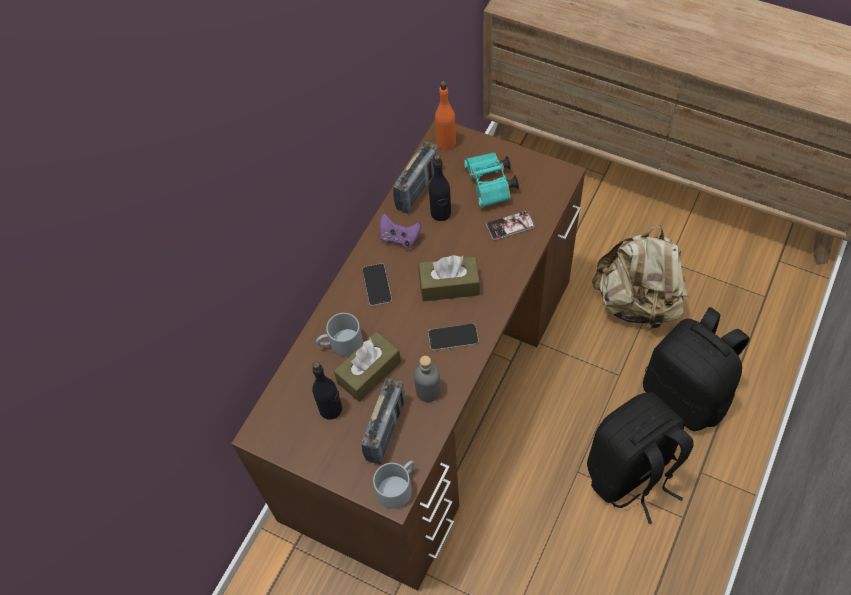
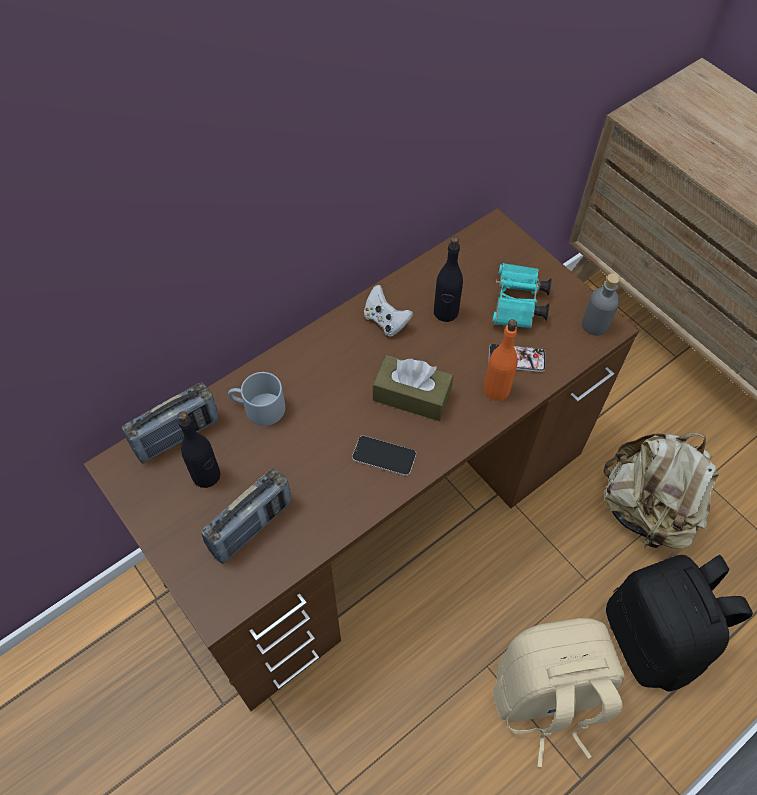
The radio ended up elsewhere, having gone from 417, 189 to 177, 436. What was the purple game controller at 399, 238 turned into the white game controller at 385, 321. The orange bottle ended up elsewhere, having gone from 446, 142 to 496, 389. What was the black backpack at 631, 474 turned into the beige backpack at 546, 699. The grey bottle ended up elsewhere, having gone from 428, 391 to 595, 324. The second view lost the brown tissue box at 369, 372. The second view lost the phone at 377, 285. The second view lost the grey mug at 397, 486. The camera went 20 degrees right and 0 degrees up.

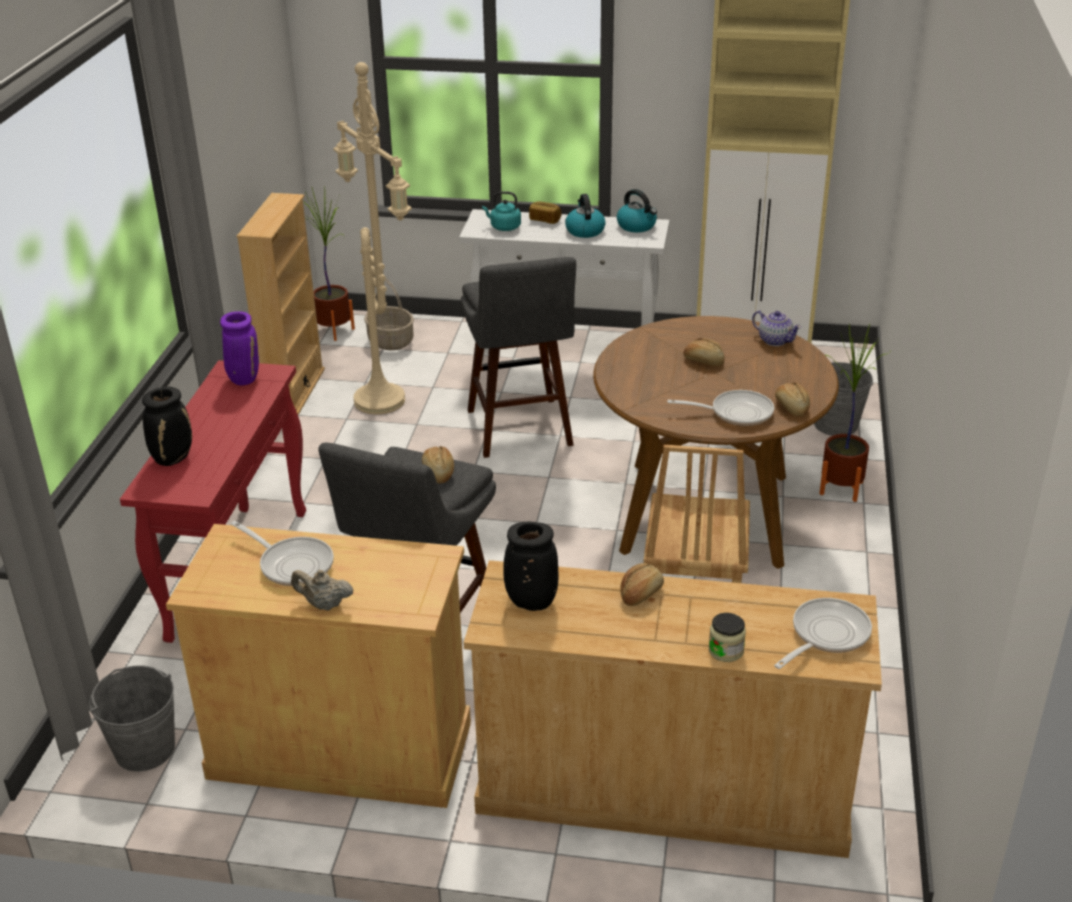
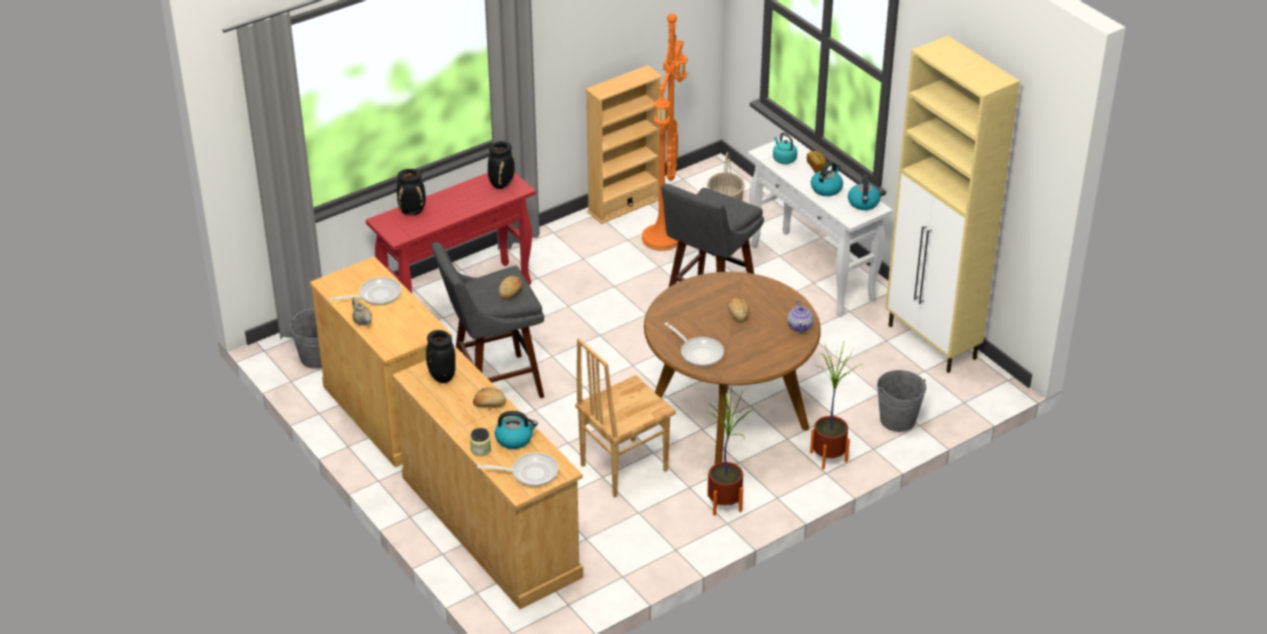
The frying pan at 292, 564 ended up facing another way, 105 degrees counterclockwise from before. What was the purple vase at 243, 378 turned into the black vase at 501, 184. The second view gained the kettle at 514, 439. What was the beige floor lamp at 383, 400 turned into the orange floor lamp at 663, 240. The potted plant ended up elsewhere, having gone from 334, 330 to 725, 503. The second view lost the bread at 791, 407. The camera went 45 degrees right and 5 degrees up.

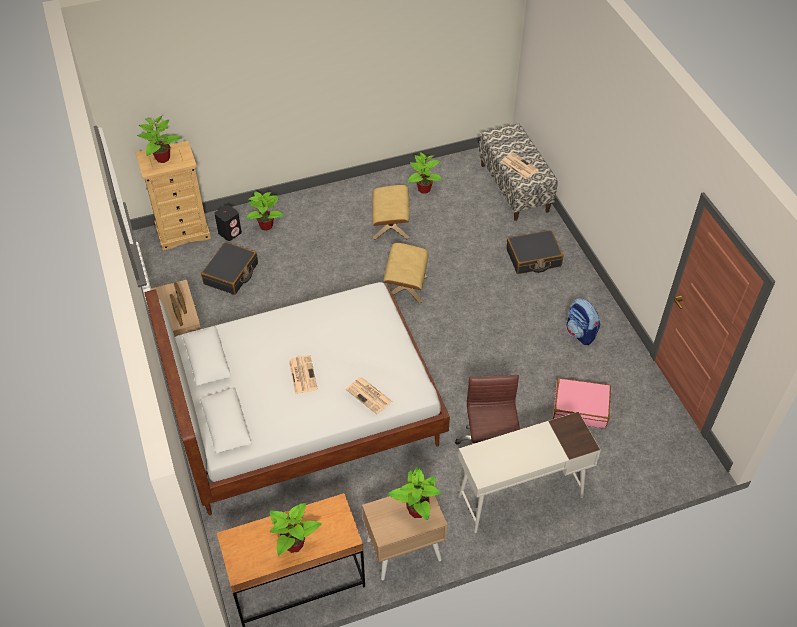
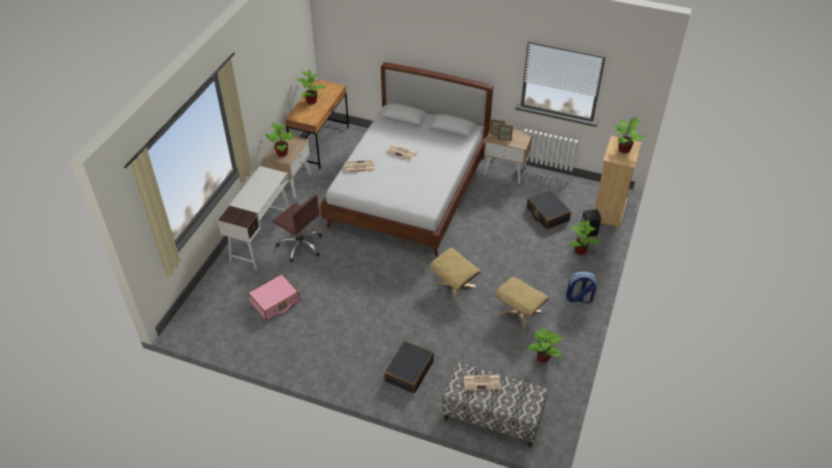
The backpack ended up elsewhere, having gone from 580, 333 to 579, 298. The camera went 130 degrees right and 5 degrees down.

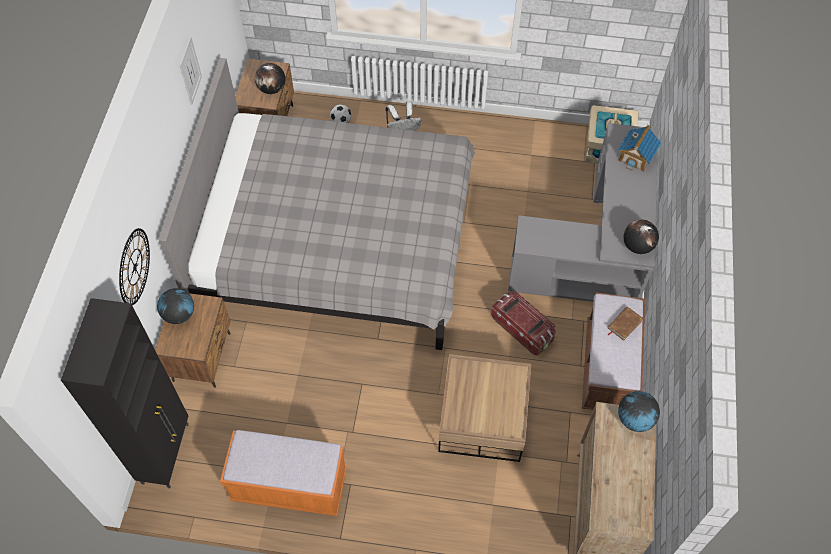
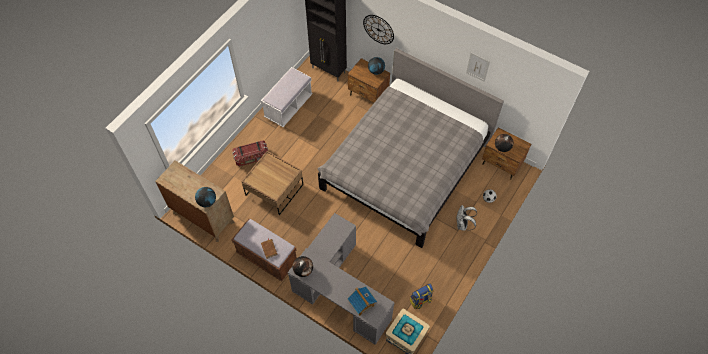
The storage box ended up elsewhere, having gone from 522, 329 to 252, 158. What was the orange bench at 289, 485 turned into the white bench at 288, 107. The second view gained the backpack at 420, 301. The camera went 115 degrees right and 0 degrees up.

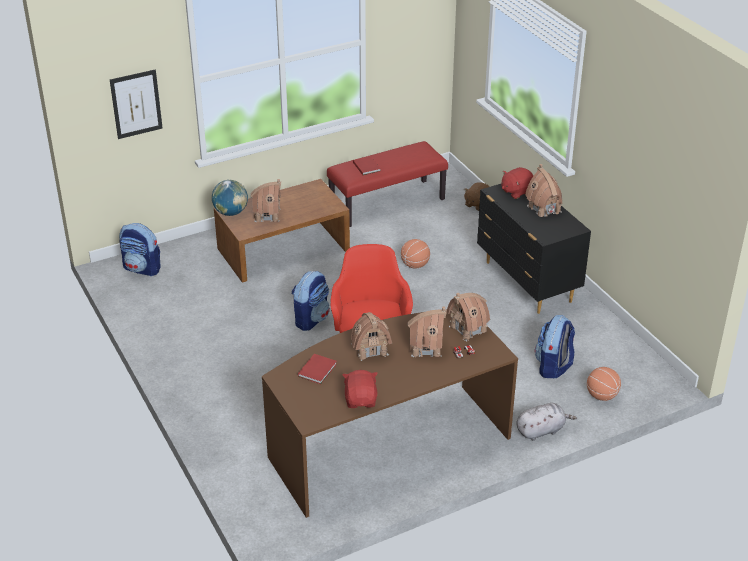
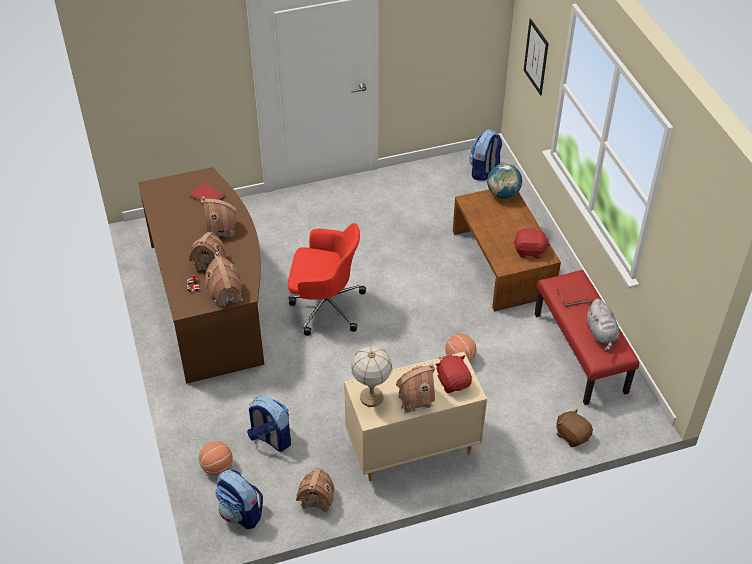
The backpack ended up elsewhere, having gone from 311, 319 to 241, 513. The toy house ended up elsewhere, having gone from 267, 215 to 317, 499. What was the black dresser at 527, 283 turned into the beige dresser at 411, 449. The second view gained the table lamp at 371, 398. The red plush toy ended up elsewhere, having gone from 361, 400 to 530, 251. The grey plush toy ended up elsewhere, having gone from 541, 430 to 601, 334. The camera went 100 degrees right and 10 degrees up.

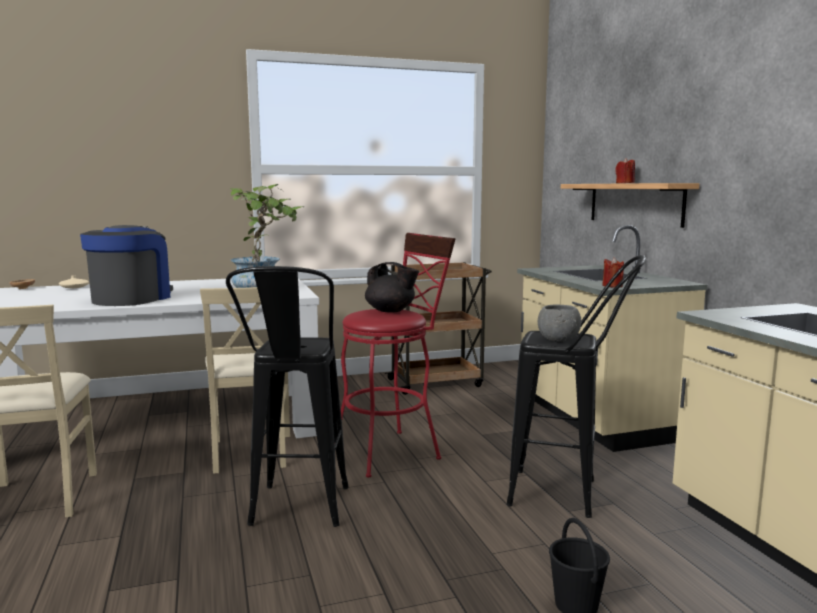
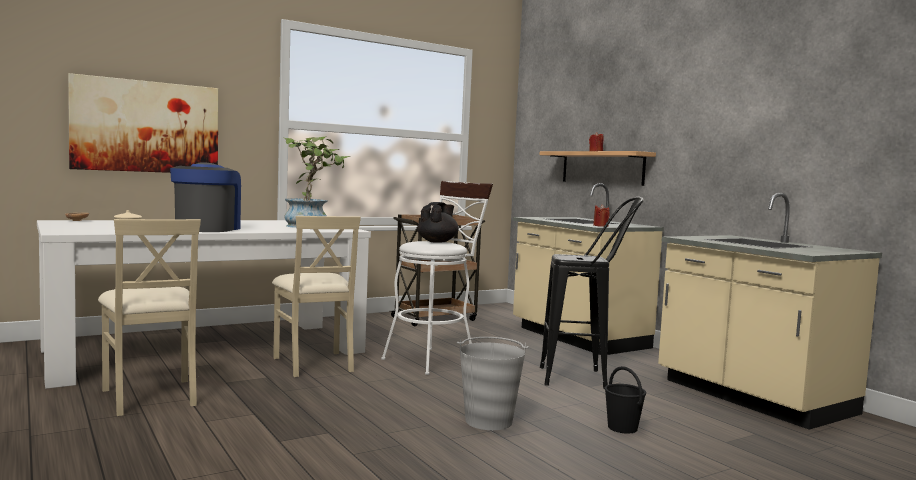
The second view gained the picture at 146, 126. What was the red stool at 393, 450 turned into the white stool at 434, 359. The black teapot at 391, 311 ended up facing another way, 75 degrees counterclockwise from before. The second view gained the grey bucket at 489, 421. The second view lost the black stool at 297, 515. The second view lost the grey bowl at 558, 340. The camera went 15 degrees left and 5 degrees down.

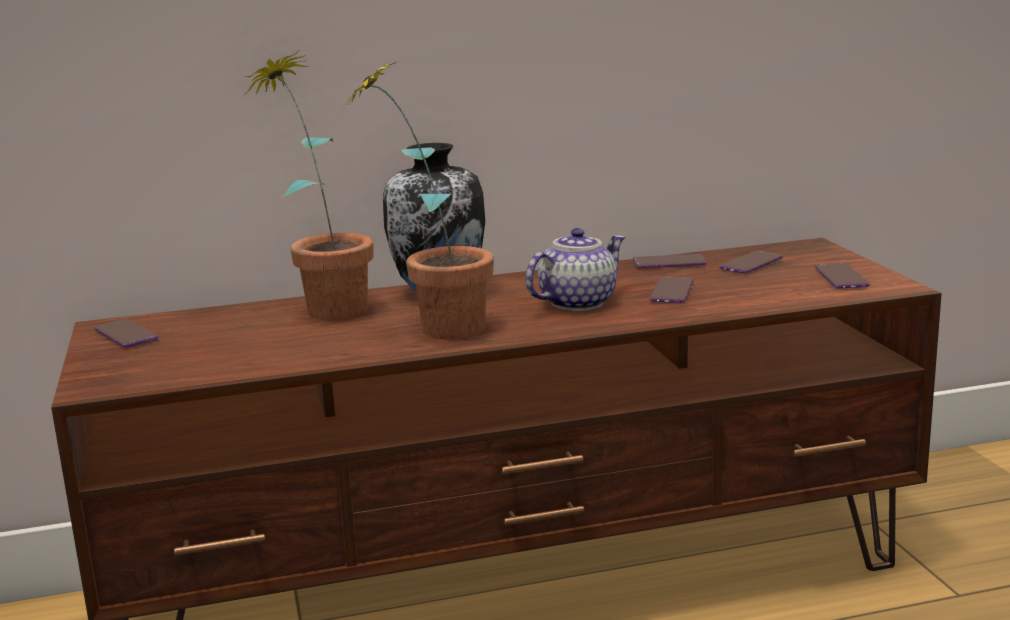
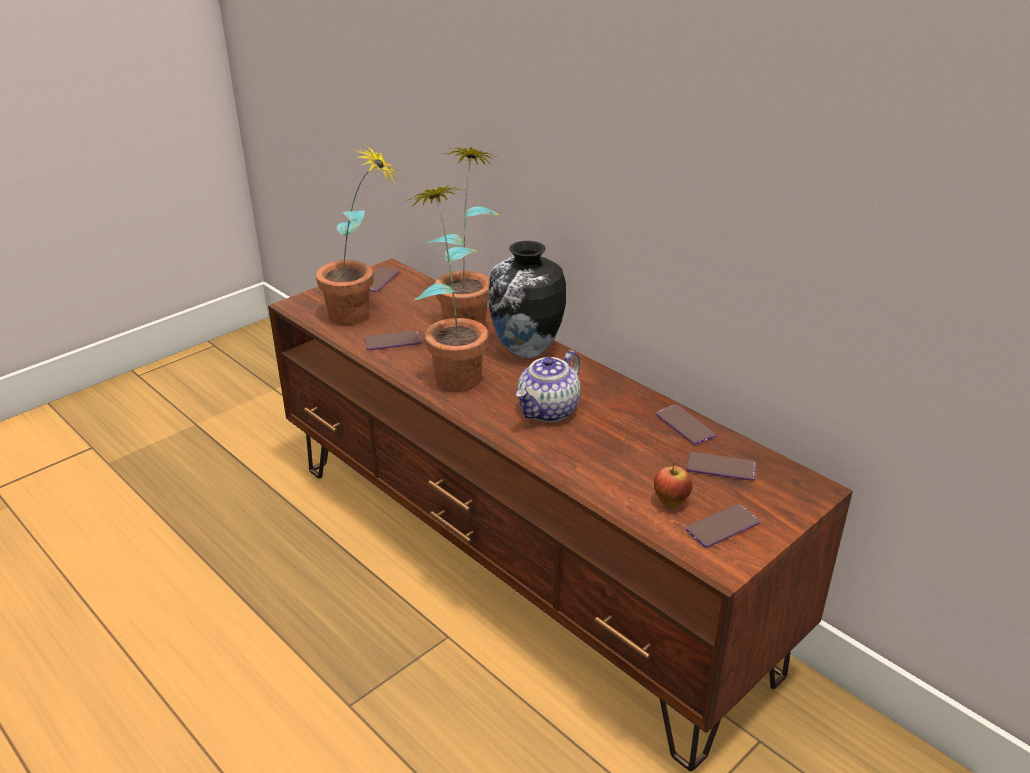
The second view gained the potted plant at 362, 316. The phone ended up elsewhere, having gone from 672, 291 to 393, 341. The teapot at 577, 302 ended up facing another way, 105 degrees clockwise from before. The second view gained the apple at 670, 502. The camera went 60 degrees right and 15 degrees up.

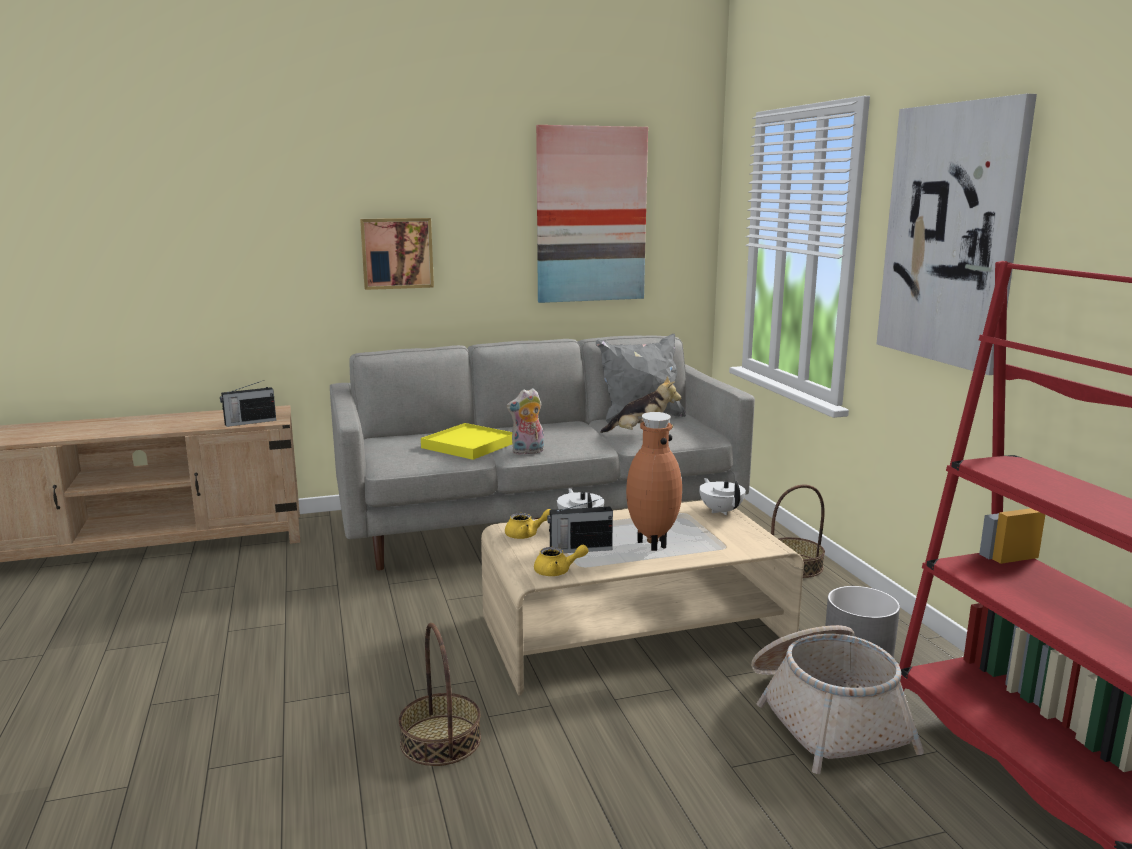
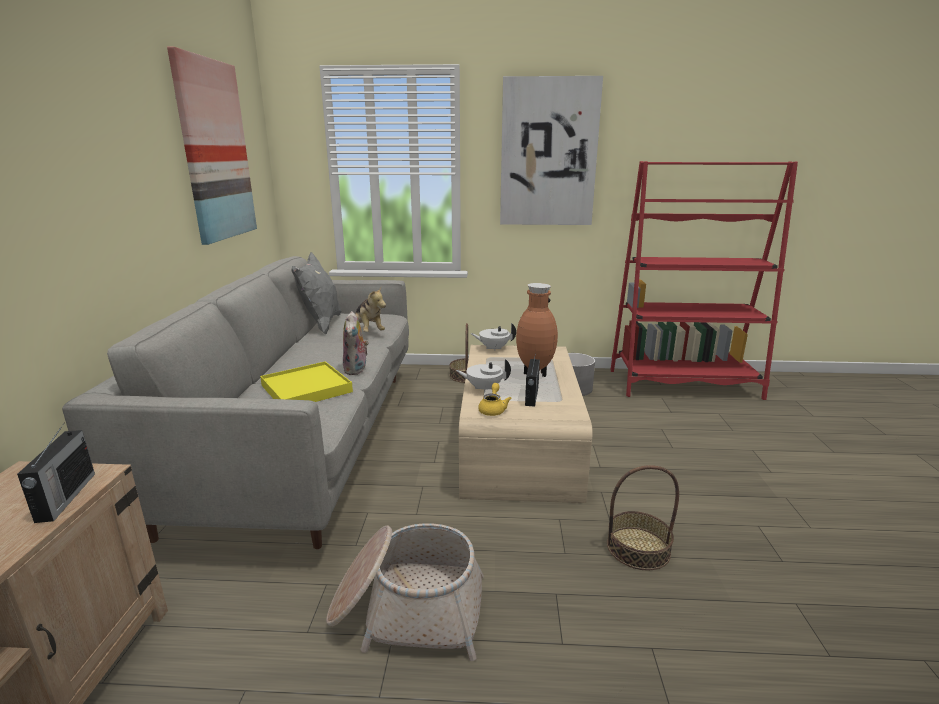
The basket ended up elsewhere, having gone from 825, 716 to 407, 609. The plush toy at 641, 436 ended up facing another way, 105 degrees clockwise from before. The second view lost the picture at 397, 253. The second view lost the yellow teapot at 557, 571. The camera went 70 degrees left and 5 degrees up.

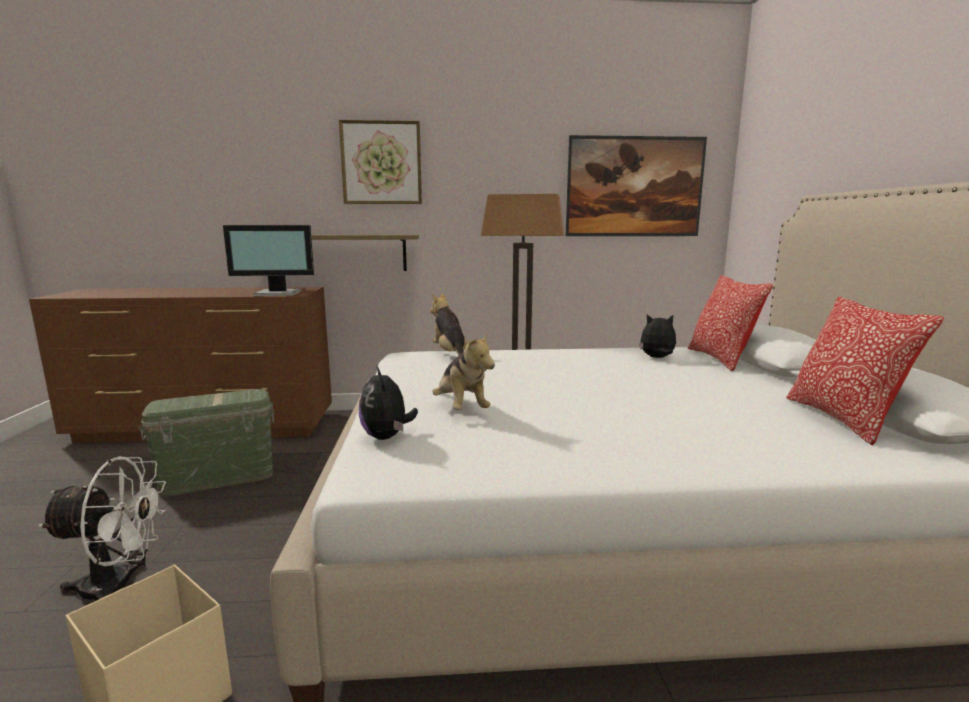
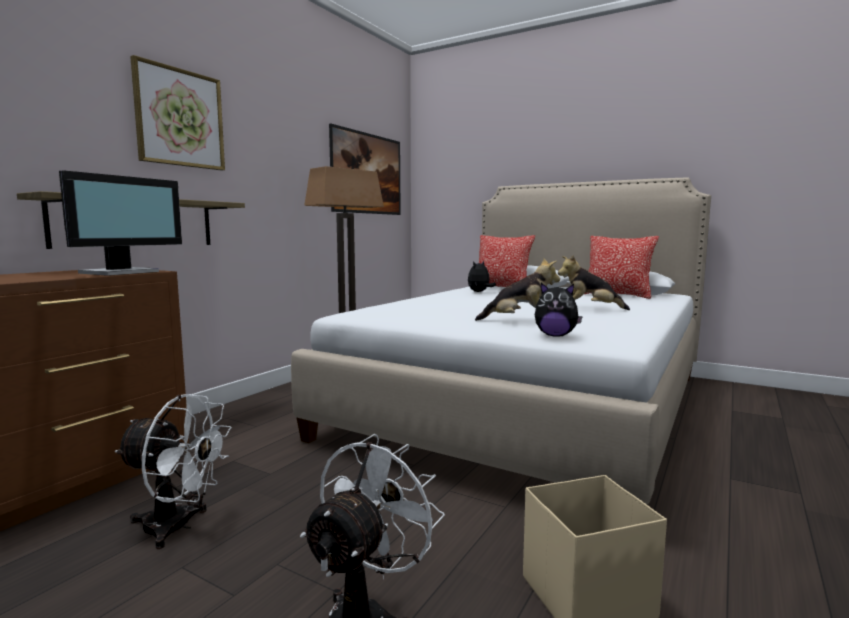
Where the green storage box stood at 218, 477, the white fan came to stand at 178, 527. The plush toy ended up elsewhere, having gone from 451, 355 to 590, 309. The camera went 55 degrees left and 5 degrees down.

